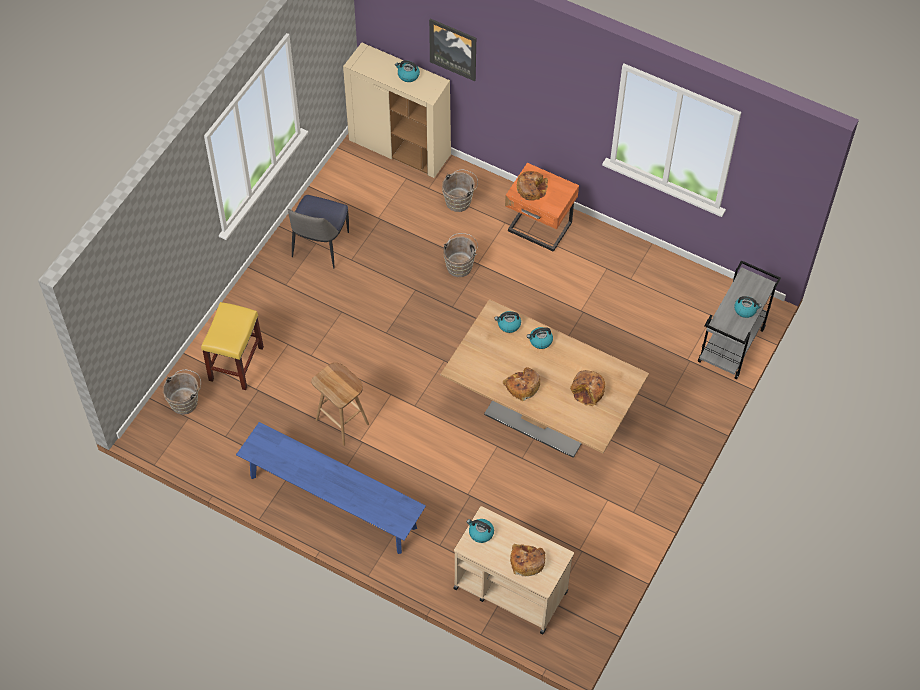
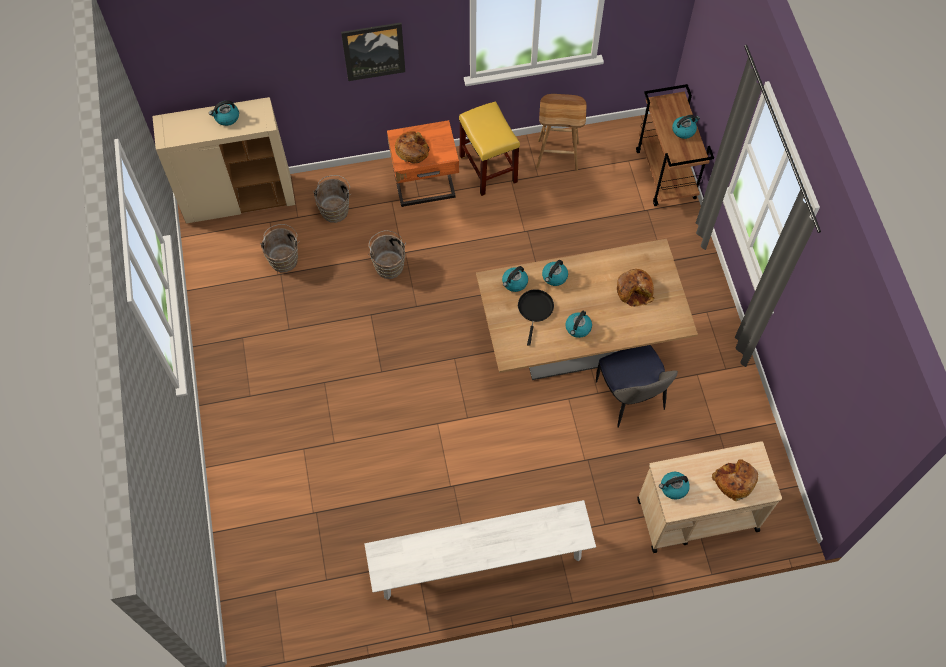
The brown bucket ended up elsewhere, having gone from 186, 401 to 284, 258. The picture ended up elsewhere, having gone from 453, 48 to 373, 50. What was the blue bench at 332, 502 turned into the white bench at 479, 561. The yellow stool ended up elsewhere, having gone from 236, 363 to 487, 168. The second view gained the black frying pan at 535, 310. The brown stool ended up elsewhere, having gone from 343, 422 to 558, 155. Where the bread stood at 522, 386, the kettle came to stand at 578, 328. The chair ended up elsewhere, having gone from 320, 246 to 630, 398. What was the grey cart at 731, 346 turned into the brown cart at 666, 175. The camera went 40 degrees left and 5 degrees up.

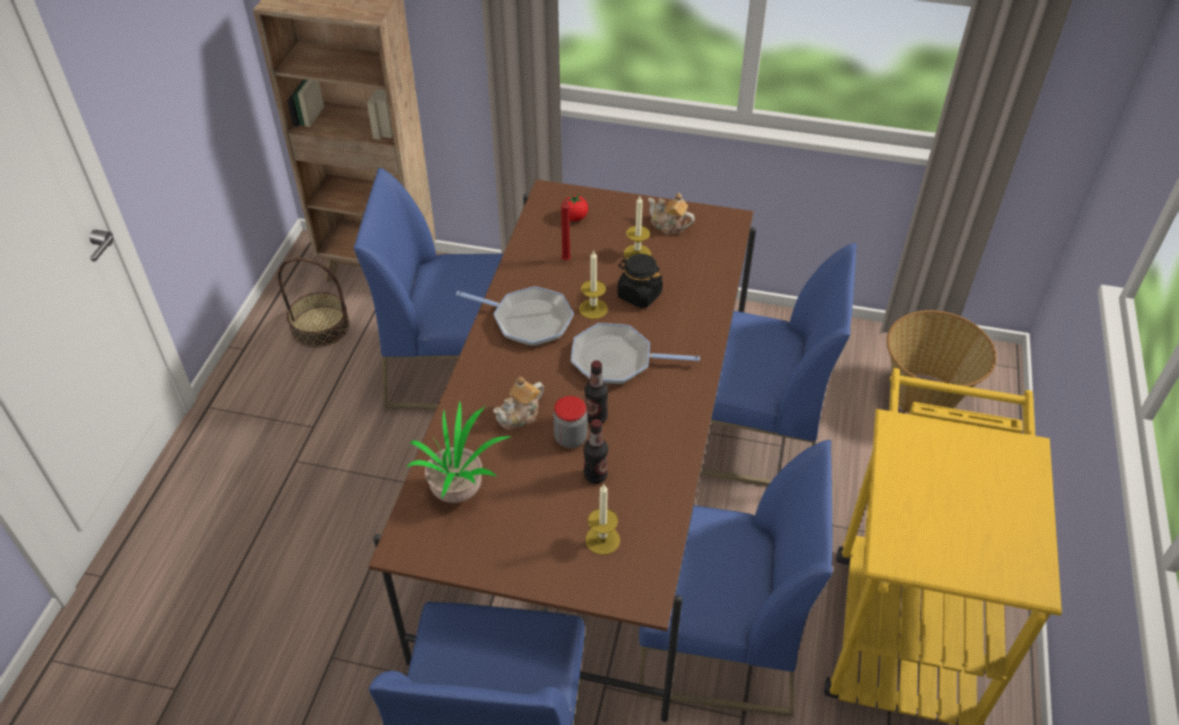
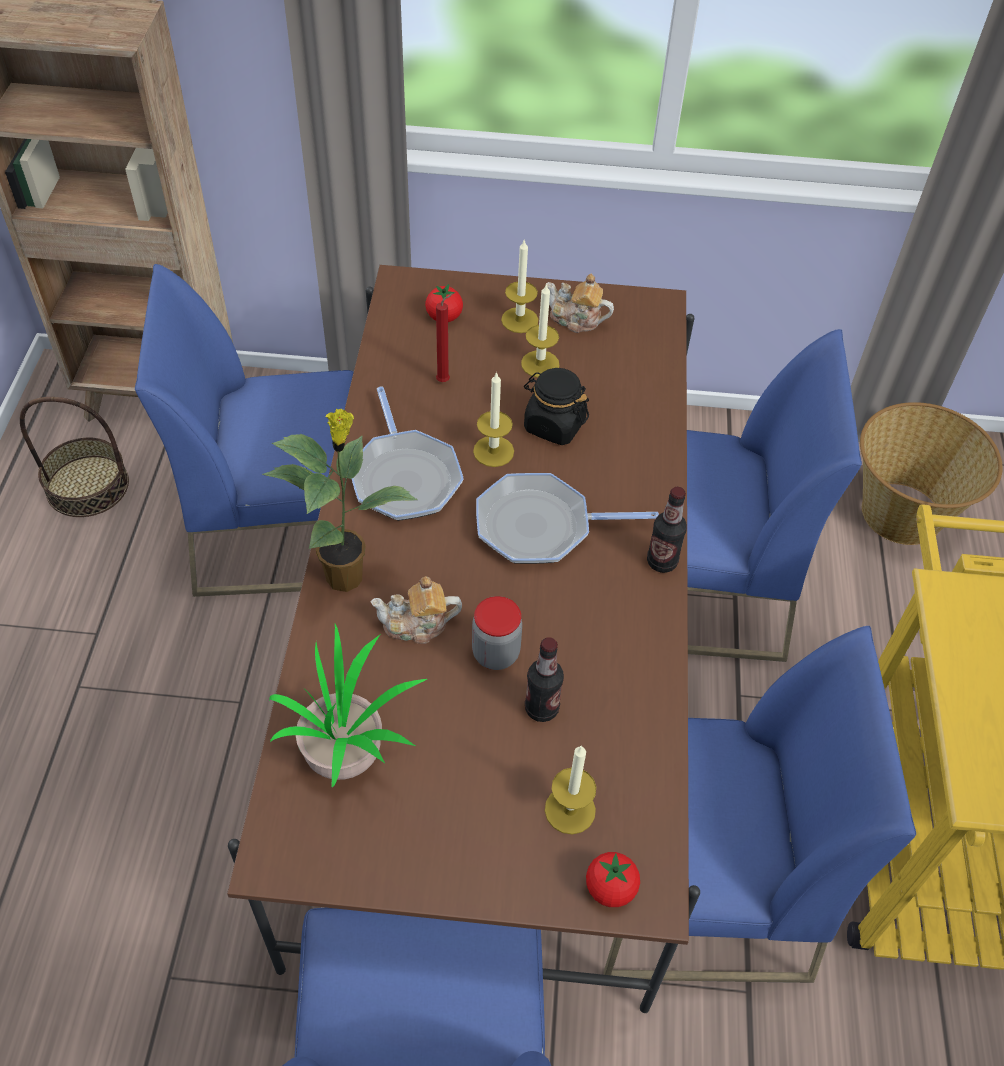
The second view gained the potted plant at 347, 575. The frying pan at 528, 320 ended up facing another way, 60 degrees clockwise from before. The teapot at 520, 415 ended up facing another way, 45 degrees clockwise from before. The second view gained the candle at 519, 320. The second view gained the tomato at 610, 888. The bottle ended up elsewhere, having gone from 596, 417 to 662, 562. The camera went 10 degrees left and 5 degrees up.

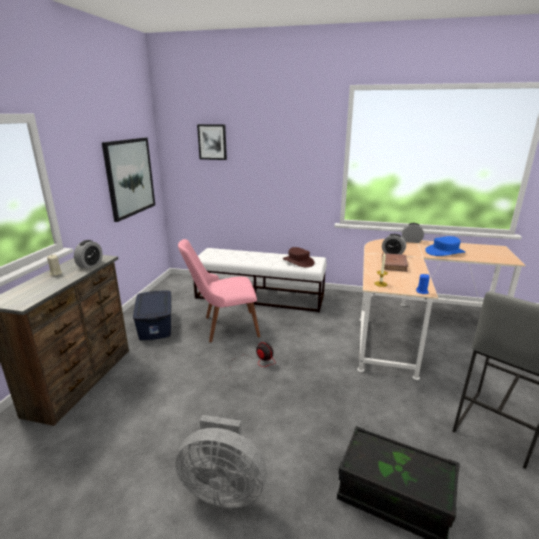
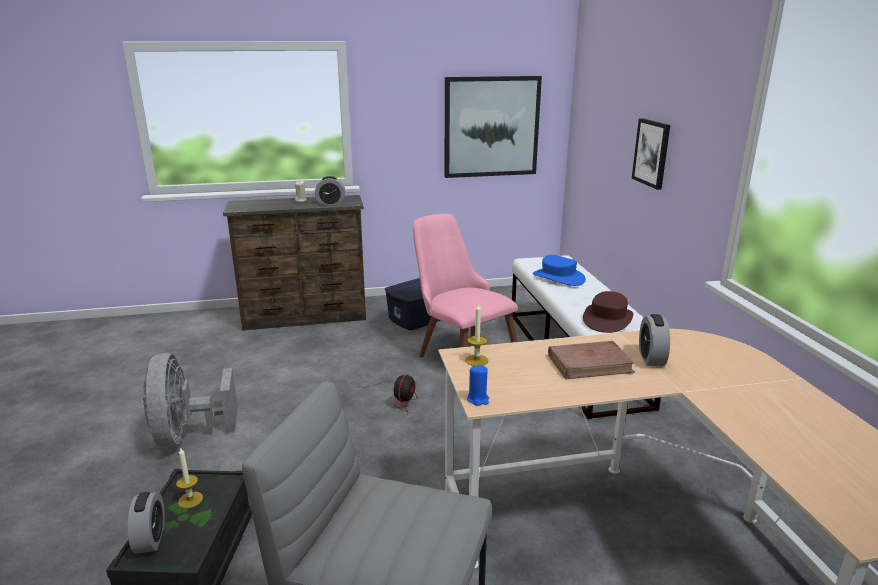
The alarm clock ended up elsewhere, having gone from 411, 241 to 150, 539. The second view gained the candle at 190, 500. The blue hat ended up elsewhere, having gone from 445, 252 to 558, 277. The picture ended up elsewhere, having gone from 212, 142 to 651, 153. The camera went 65 degrees right and 0 degrees up.

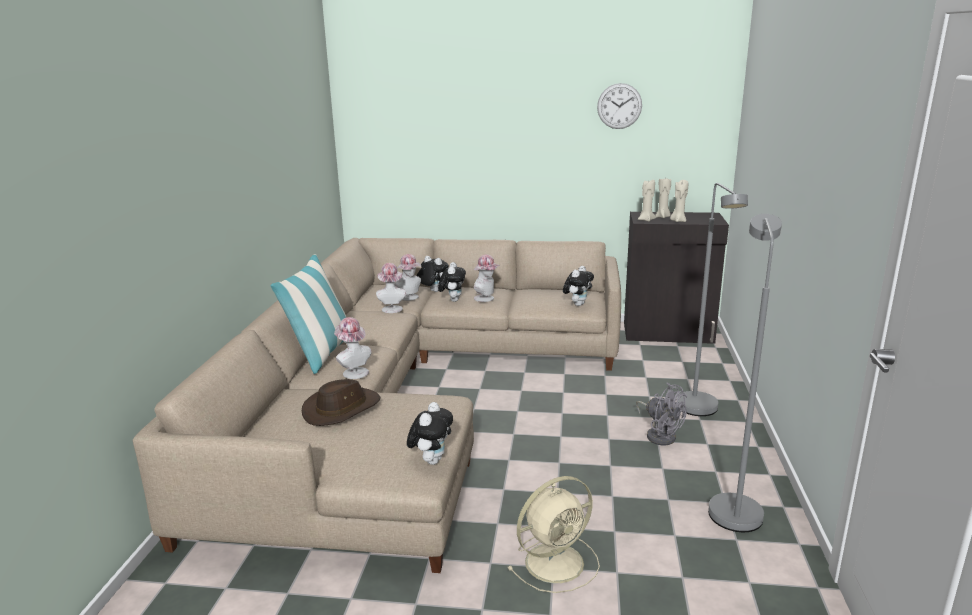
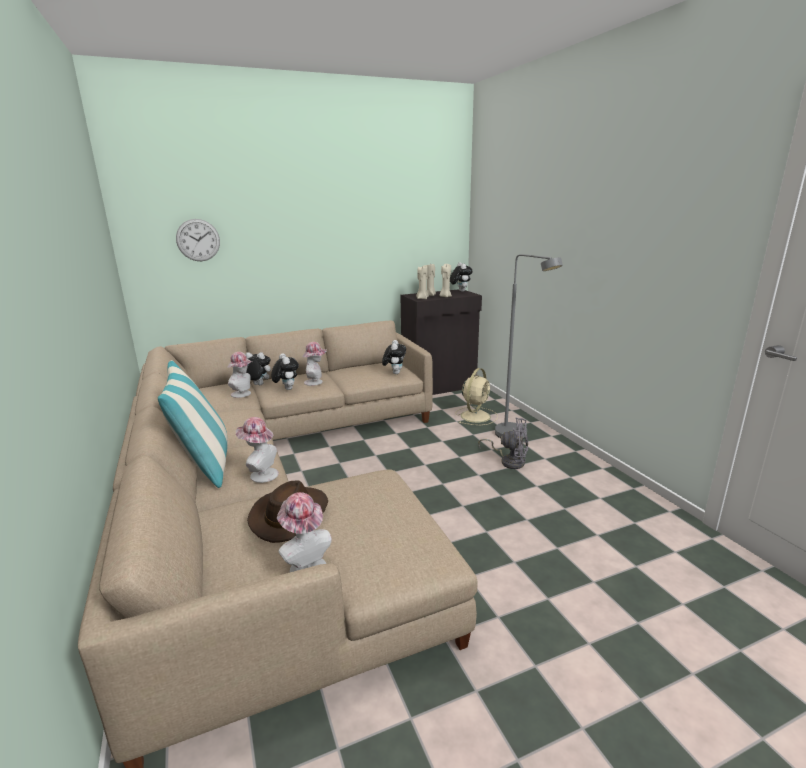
The wall clock ended up elsewhere, having gone from 619, 106 to 198, 240. The hat ended up elsewhere, having gone from 392, 308 to 305, 566. The plush toy ended up elsewhere, having gone from 431, 460 to 460, 291. The beige fan ended up elsewhere, having gone from 556, 561 to 476, 416. The second view lost the grey floor lamp at 734, 506. The camera went 30 degrees left and 0 degrees up.

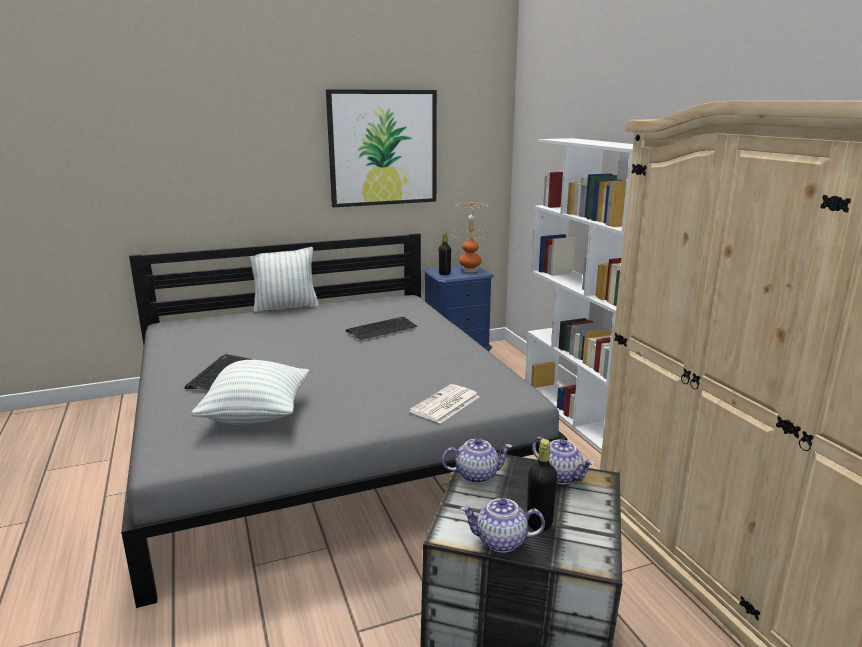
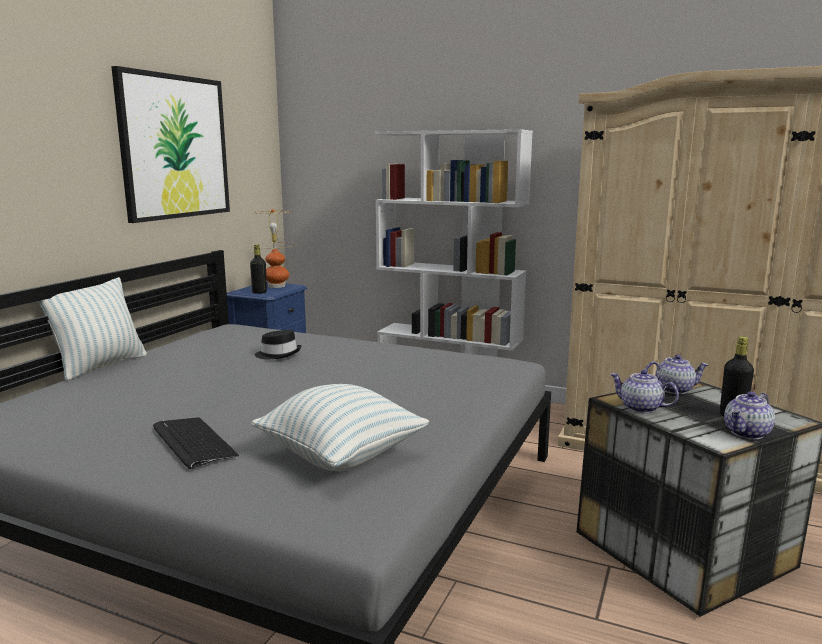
Where the keyboard stood at 382, 329, the black hat came to stand at 278, 354. The teapot at 476, 475 ended up facing another way, 90 degrees counterclockwise from before. The second view lost the newspaper at 445, 405. The camera went 45 degrees left and 5 degrees down.

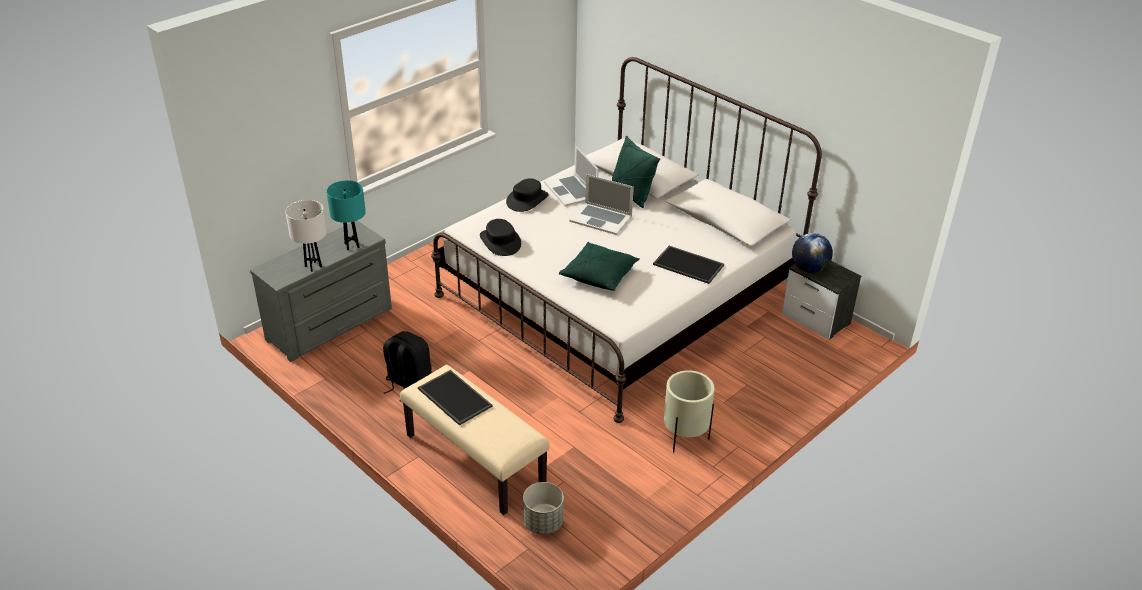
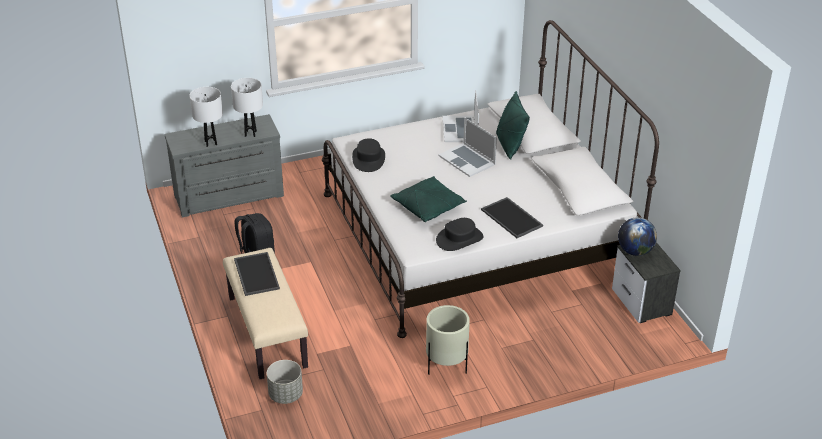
What was the turquoise table lamp at 352, 245 turned into the white table lamp at 250, 134. The black hat ended up elsewhere, having gone from 527, 200 to 459, 239. The camera went 25 degrees right and 0 degrees up.

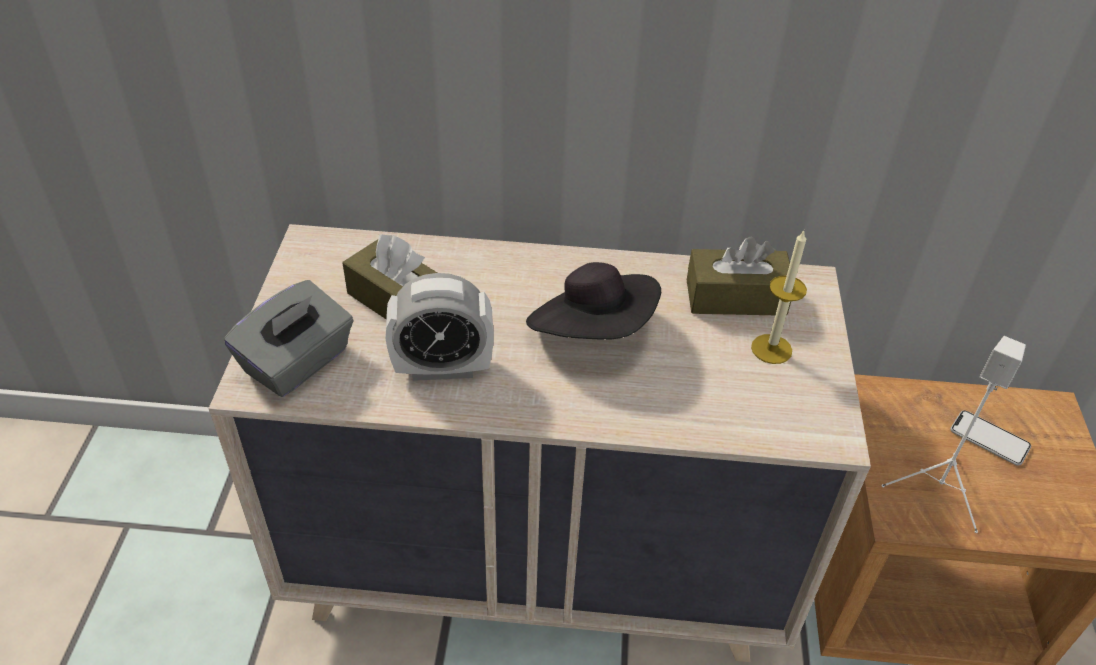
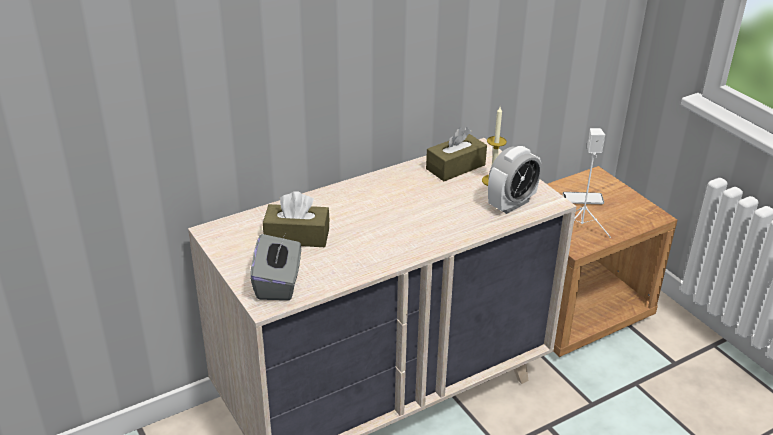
The alarm clock ended up elsewhere, having gone from 442, 368 to 511, 204. The second view lost the black hat at 593, 331. The camera went 35 degrees left and 10 degrees down.

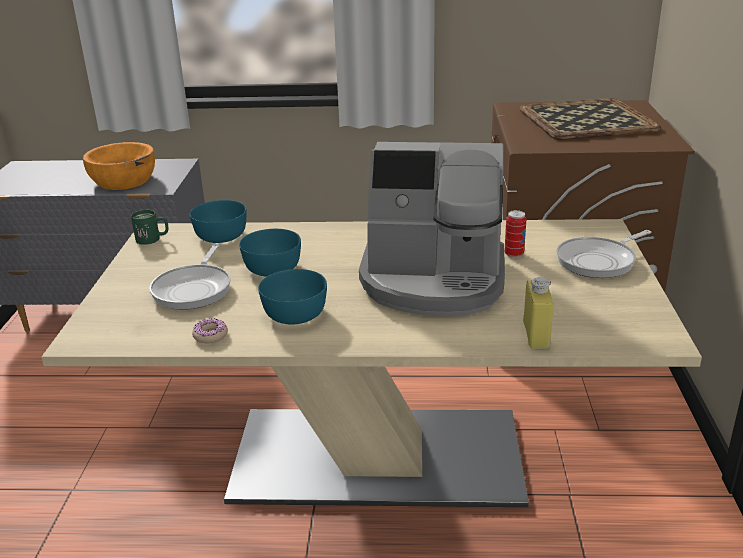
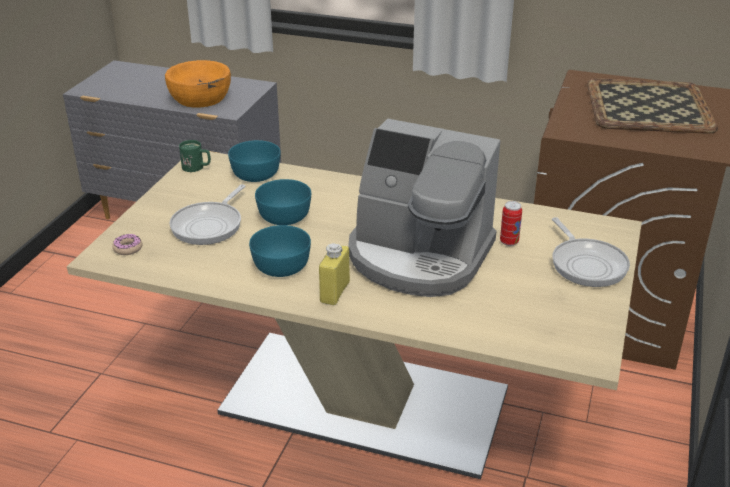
The donut ended up elsewhere, having gone from 210, 335 to 128, 248. The yellow bottle ended up elsewhere, having gone from 536, 335 to 335, 292. The frying pan at 599, 261 ended up facing another way, 90 degrees counterclockwise from before. The camera went 15 degrees right and 5 degrees up.

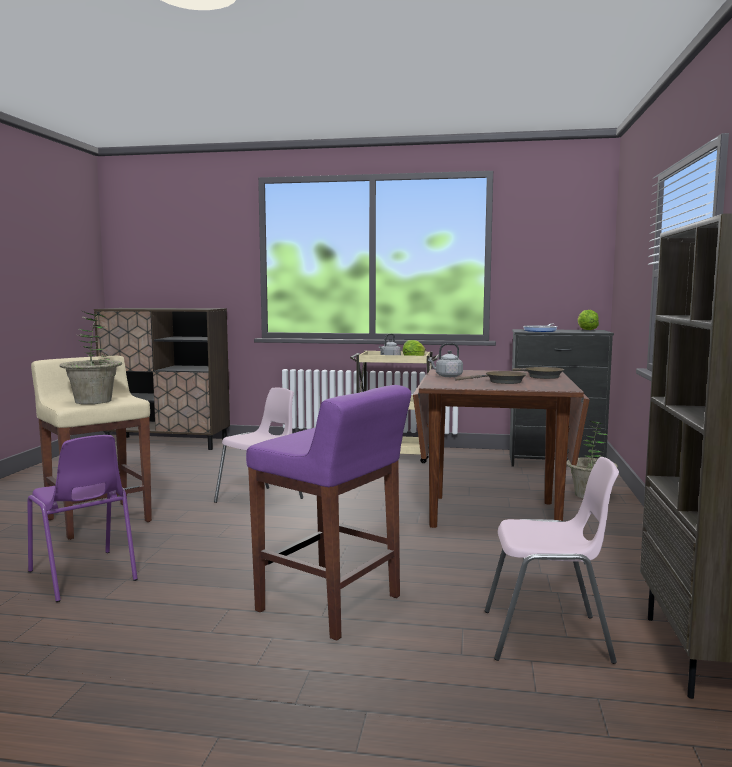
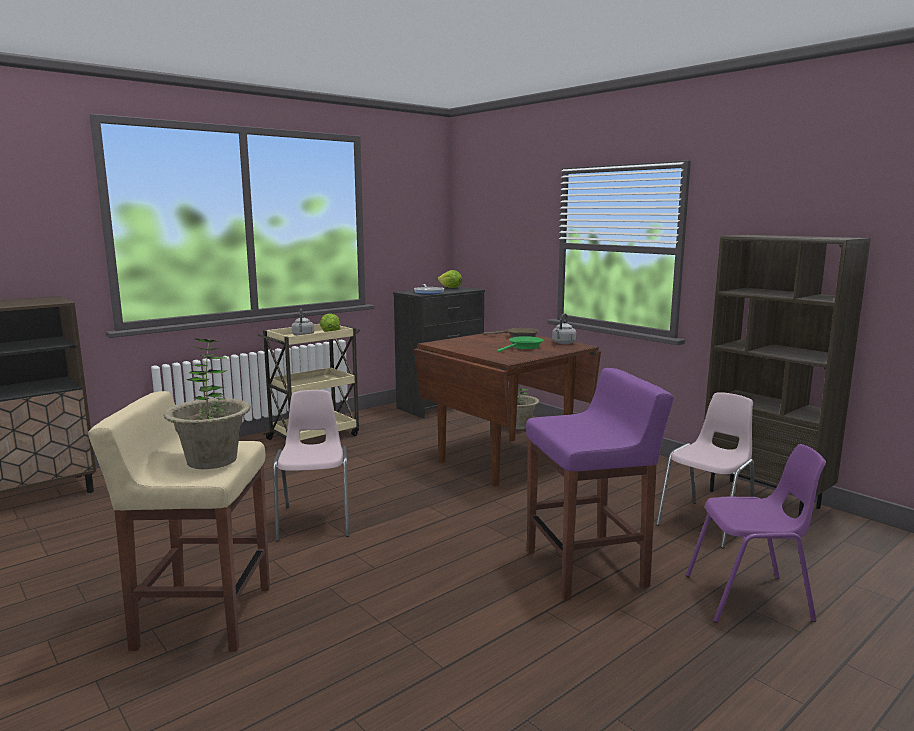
What was the brown frying pan at 501, 382 turned into the green frying pan at 524, 347. The grey kettle ended up elsewhere, having gone from 447, 376 to 563, 343. The purple chair ended up elsewhere, having gone from 83, 576 to 749, 599. The camera went 50 degrees left and 5 degrees up.

